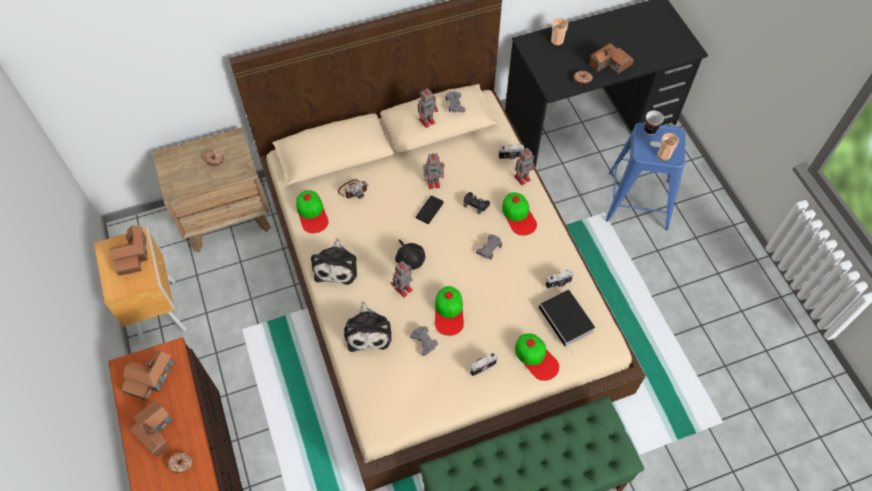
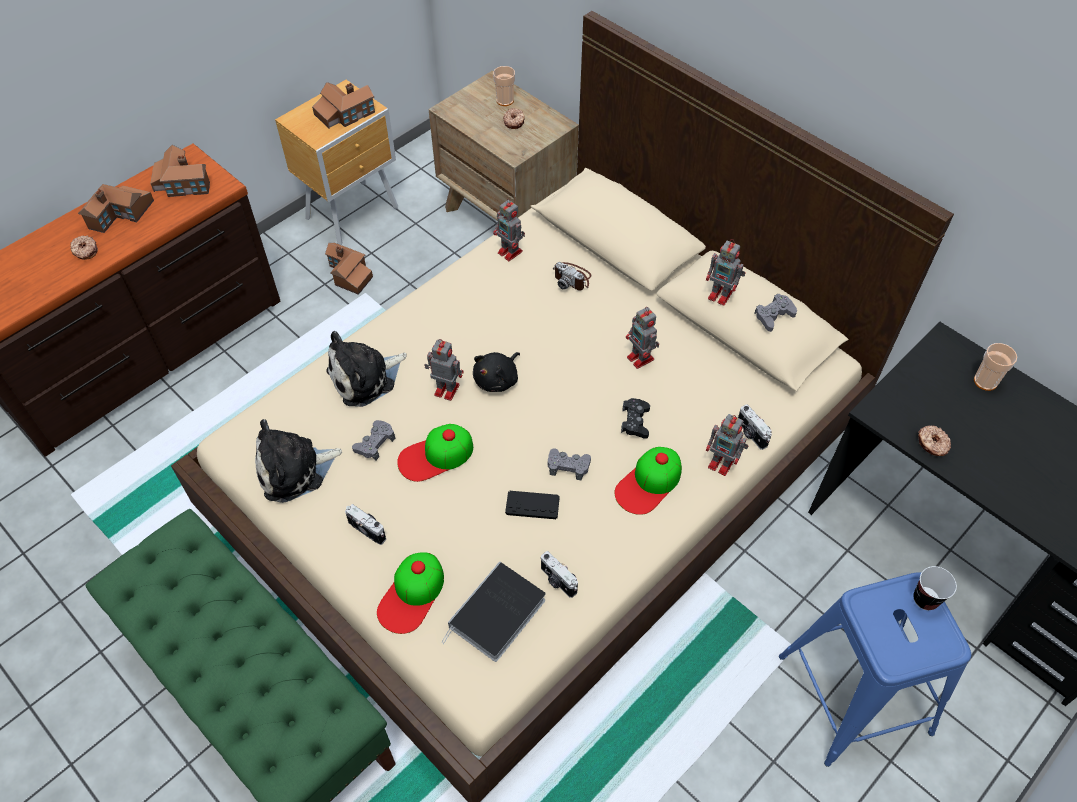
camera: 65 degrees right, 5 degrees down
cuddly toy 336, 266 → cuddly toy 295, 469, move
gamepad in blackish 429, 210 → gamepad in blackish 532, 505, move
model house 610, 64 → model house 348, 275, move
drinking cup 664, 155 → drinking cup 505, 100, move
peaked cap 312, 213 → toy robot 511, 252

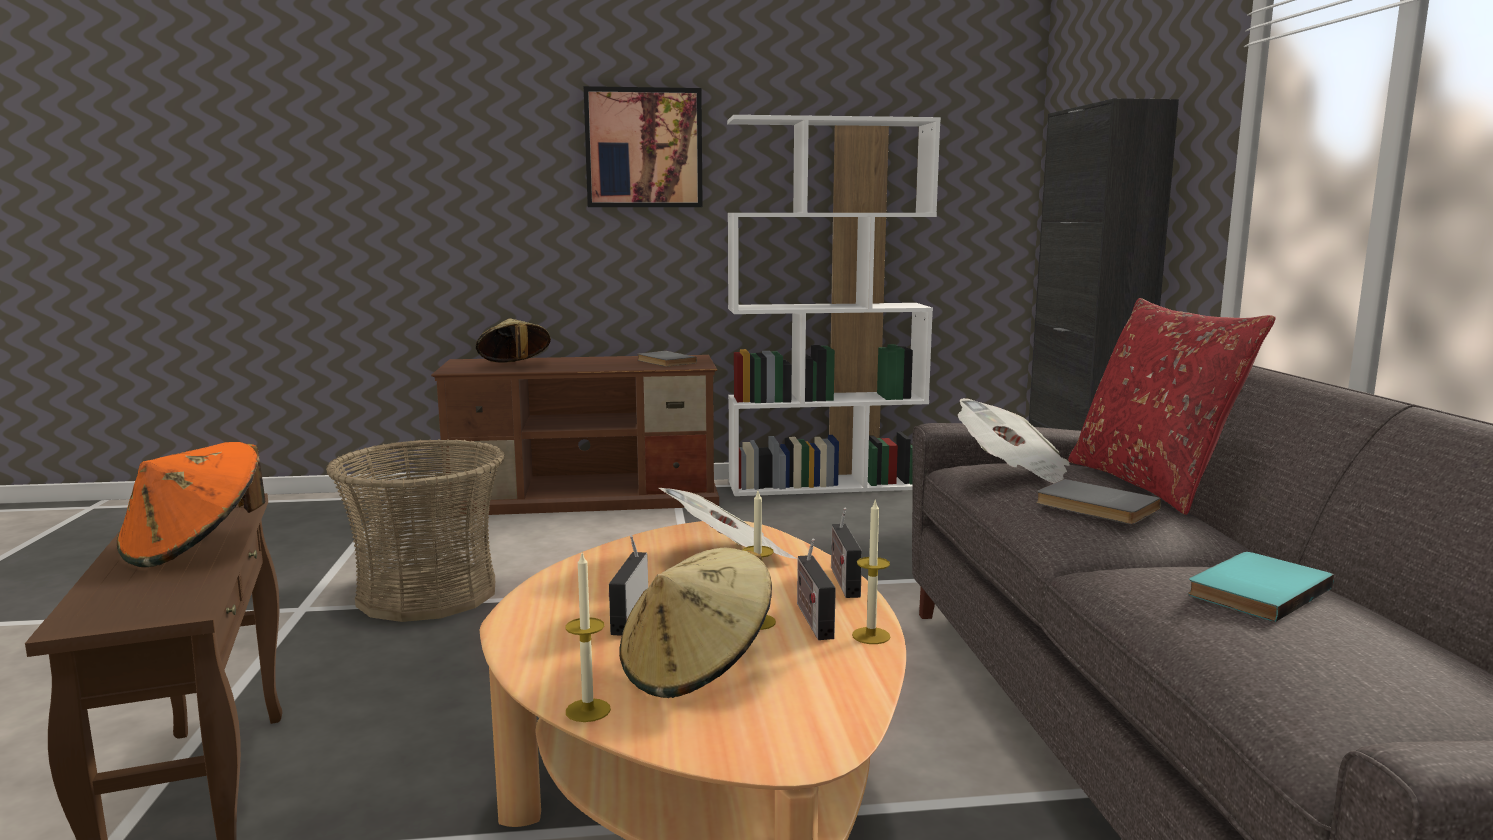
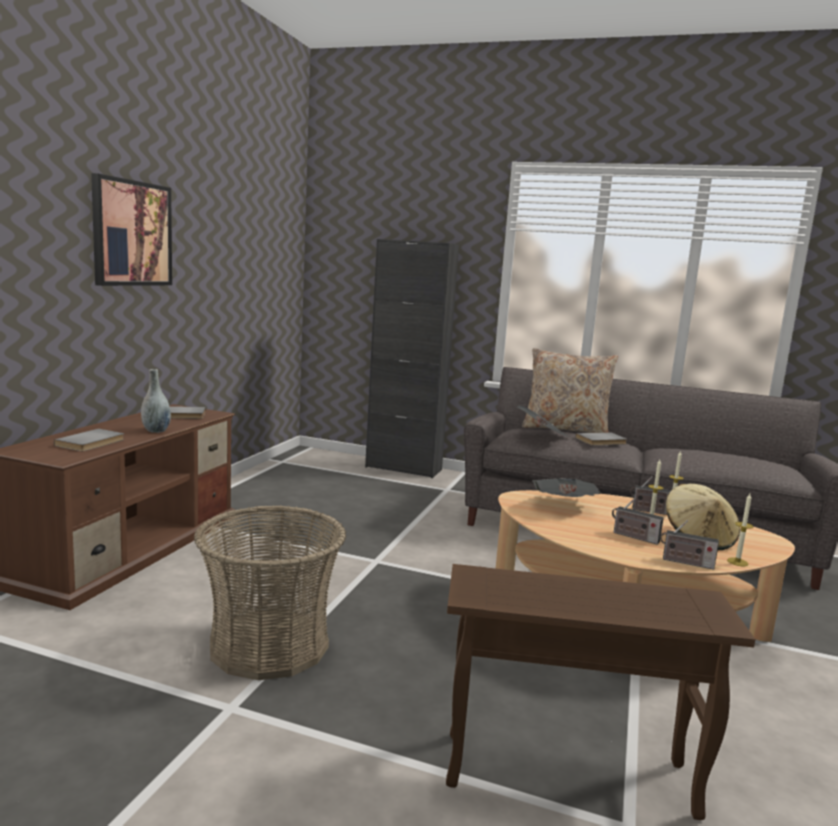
camera: 65 degrees left, 0 degrees up
wearable hat in orangey 195, 547 → -
bookshelf in white-coloured 826, 485 → -
bound book in blue-green 1254, 590 → -
- → decorative vase in gray 156, 431
radio 843, 580 → radio 685, 562, move
wearable hat in beige 514, 366 → bound book in gray 92, 443
cushion in red 1152, 484 → cushion in beige 565, 429

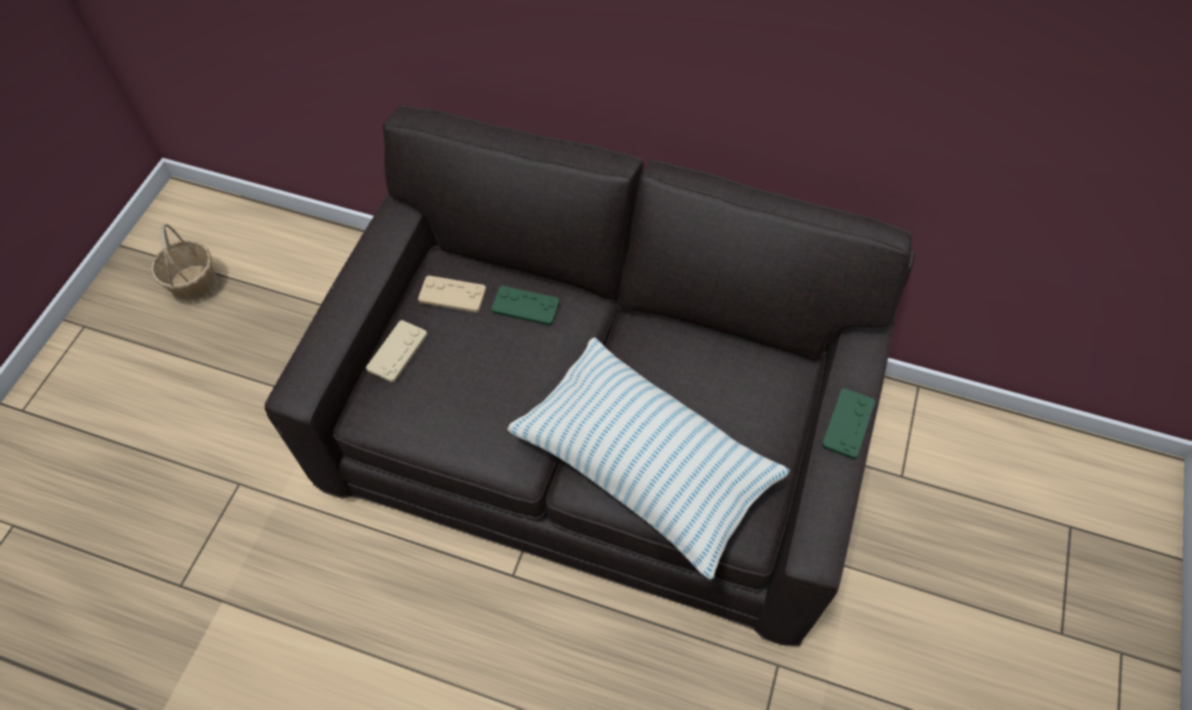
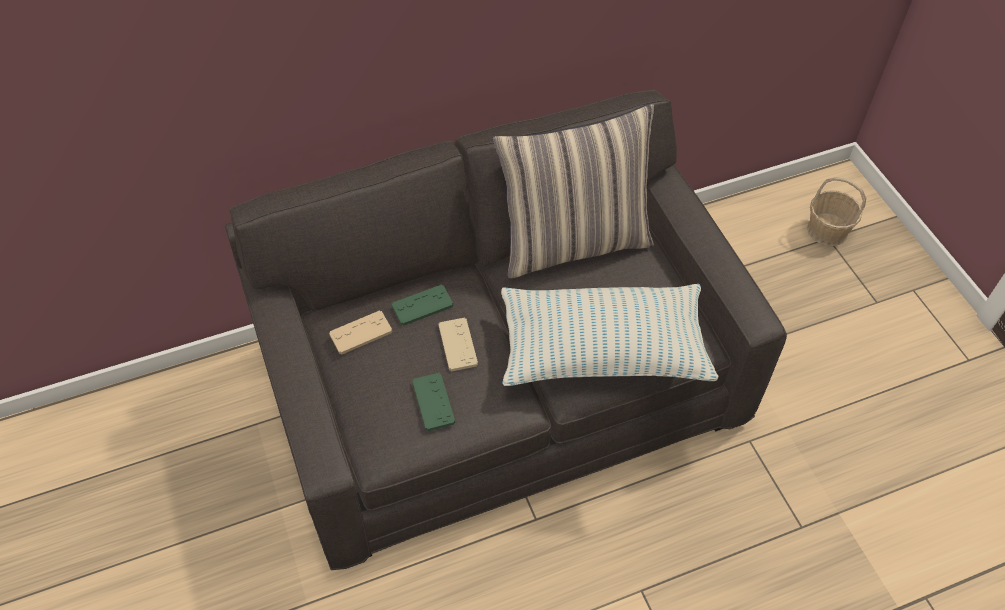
camera: 40 degrees left, 5 degrees down
- → cushion 574, 242
storage basket 195, 285 → storage basket 827, 230, move
gamepad in beige 397, 352 → gamepad in beige 458, 345, move
gamepad in greenish 848, 424 → gamepad in greenish 433, 402, move

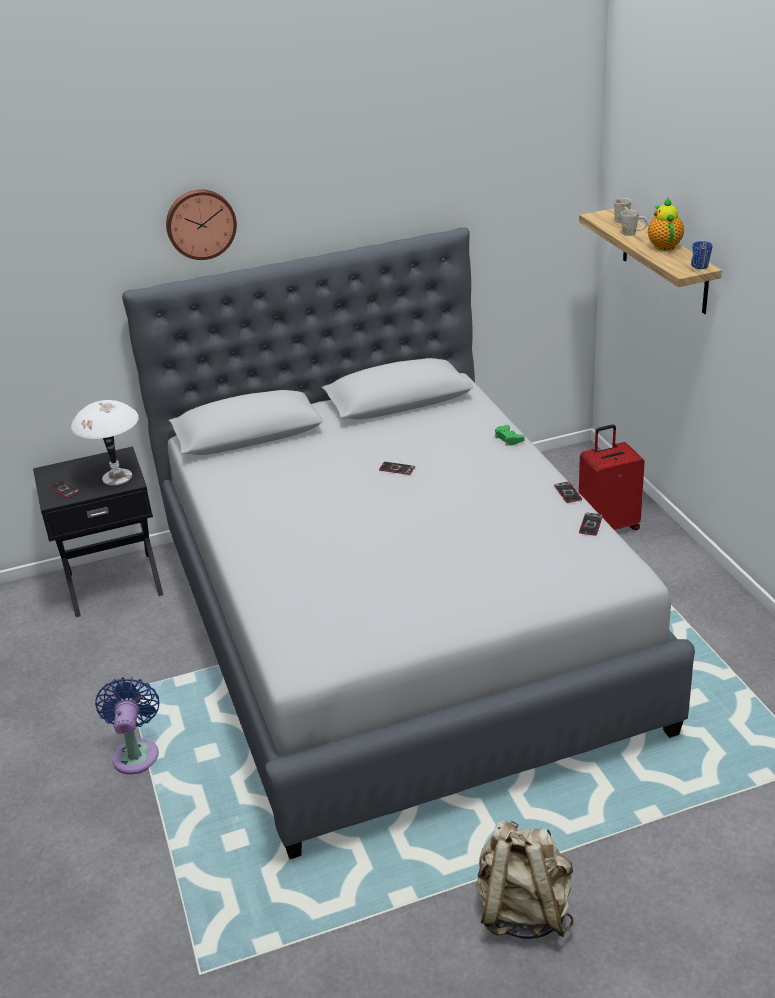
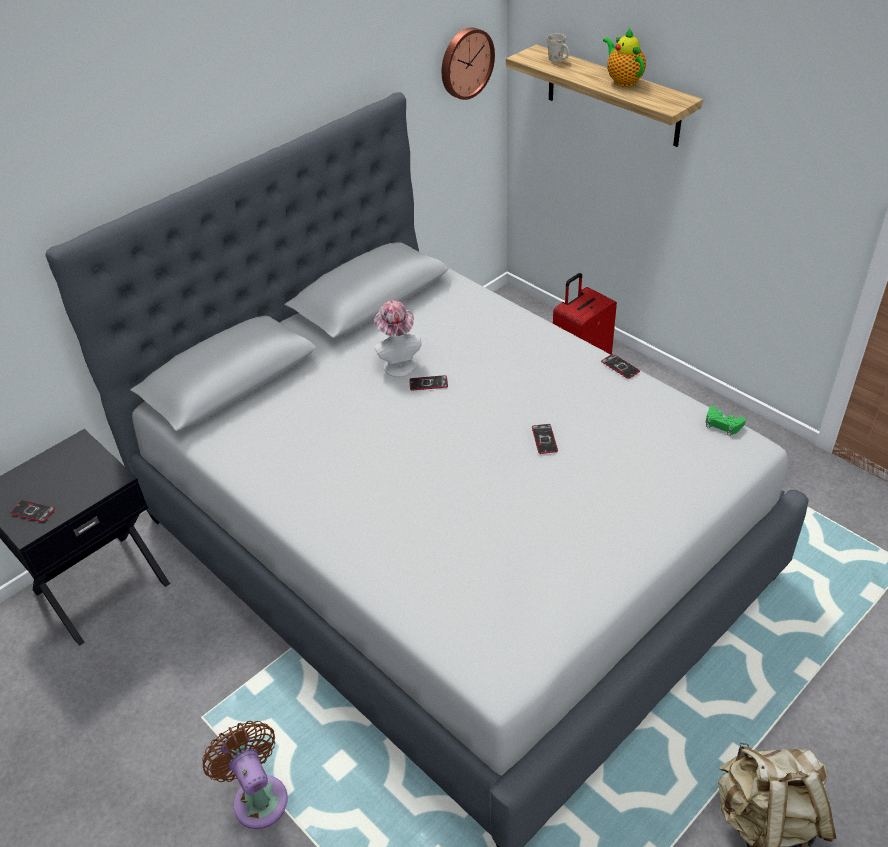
camera: 25 degrees left, 10 degrees up
table lamp in white-coloured 117, 477 → -
mug in white-coloured 633, 233 → -
mug in blue-coloured 698, 268 → -
- → wearable hat 398, 363
wall clock 200, 223 → wall clock 465, 63, move
gamepad in greenish 508, 438 → gamepad in greenish 722, 424, move
phone 590, 524 → phone 544, 439, move
electric fan in blue-coloured 136, 753 → electric fan in brownish 258, 796

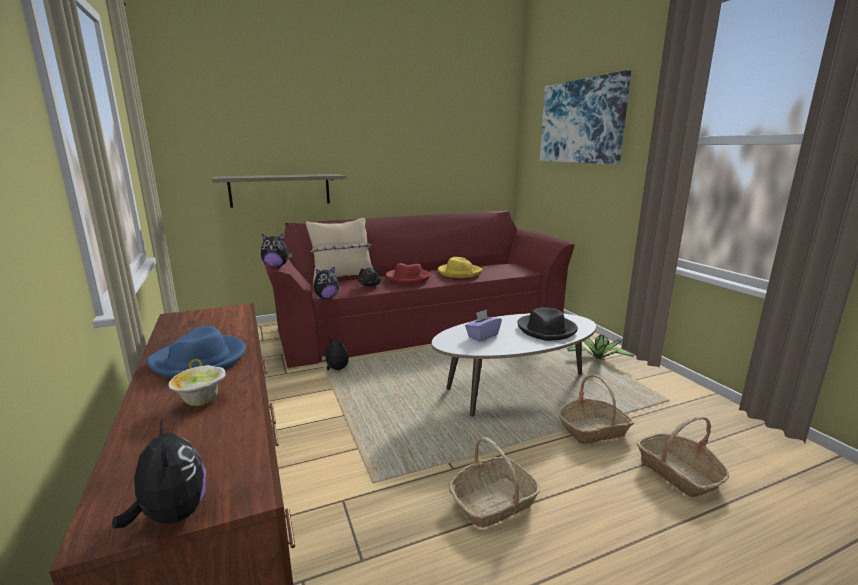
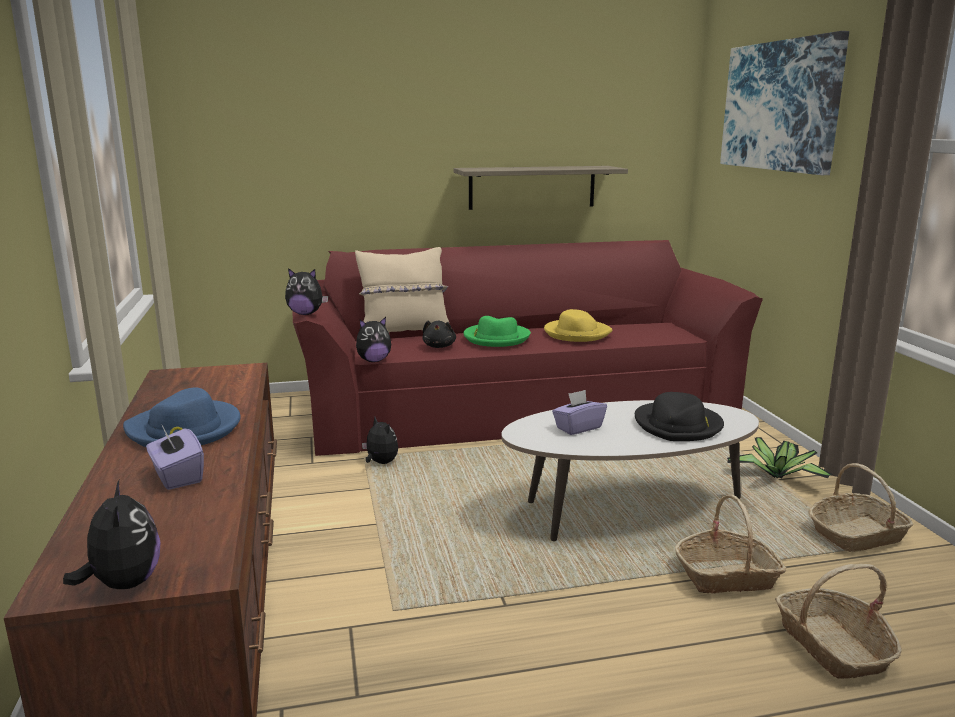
camera: 10 degrees right, 0 degrees up
bracket shelf 280, 190 → bracket shelf 532, 187, move
storage basket 493, 502 → storage basket 857, 535, move
deep dish 202, 402 → tissue holder in purplish 177, 476
wearable hat in red 407, 278 → wearable hat in greenish 496, 338

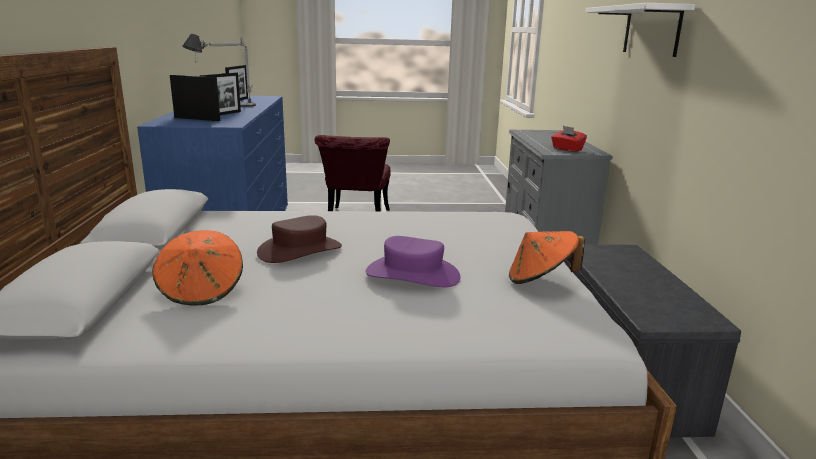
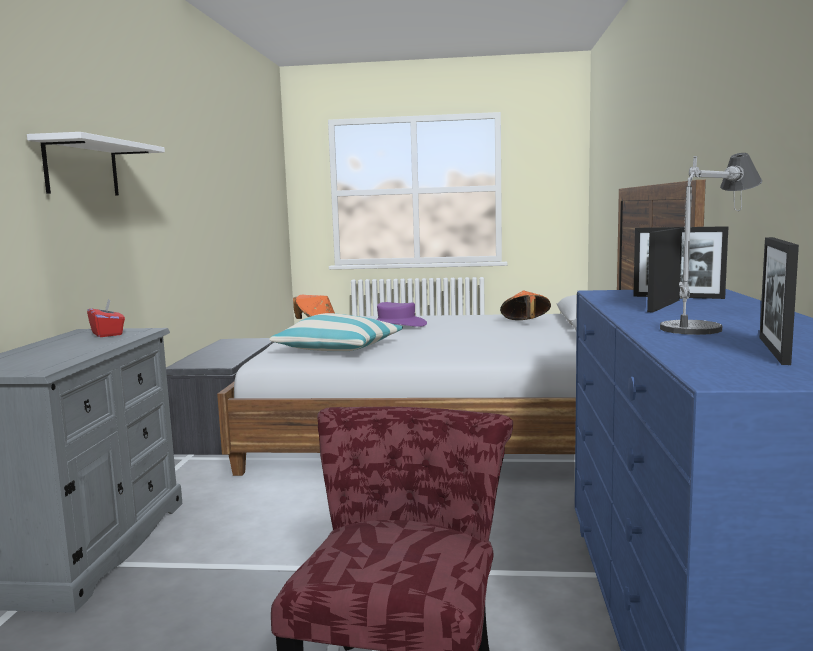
camera: 170 degrees left, 10 degrees down
wearable hat in brownish 300, 250 → -
- → cushion 339, 349

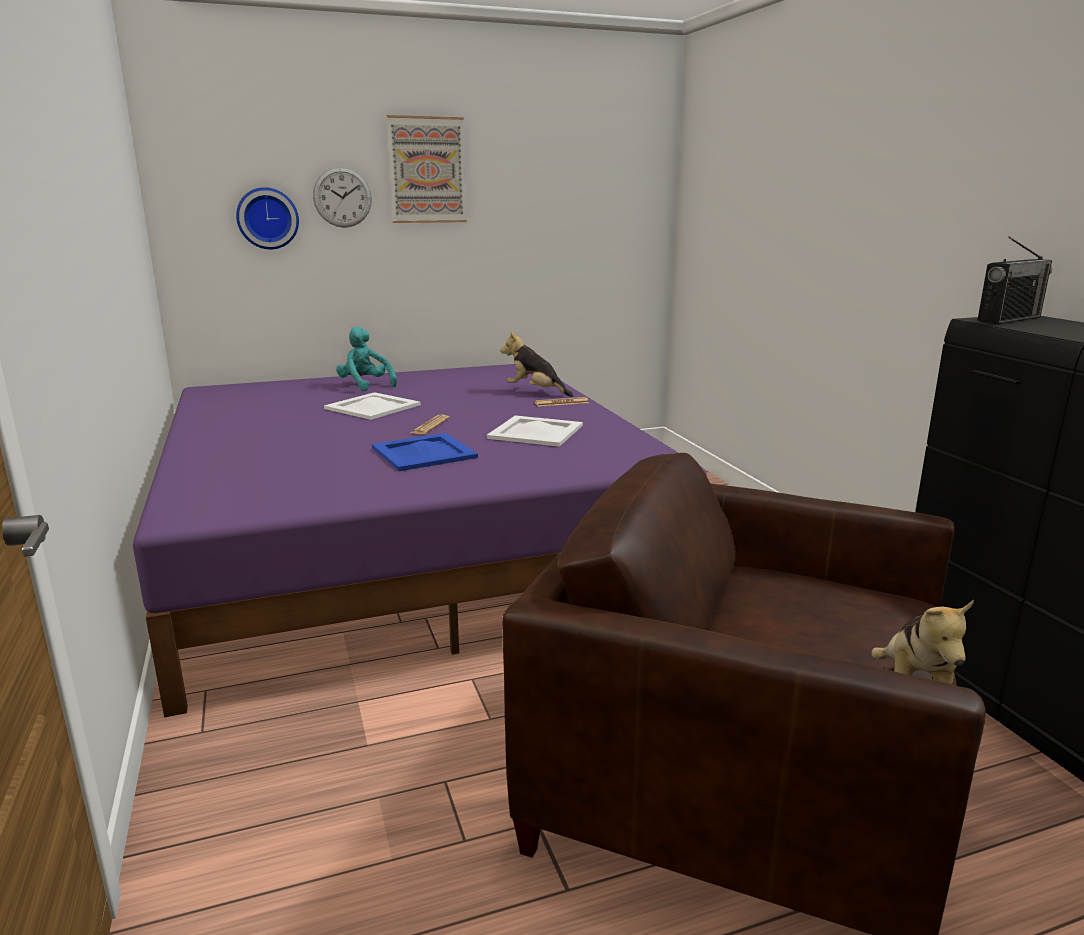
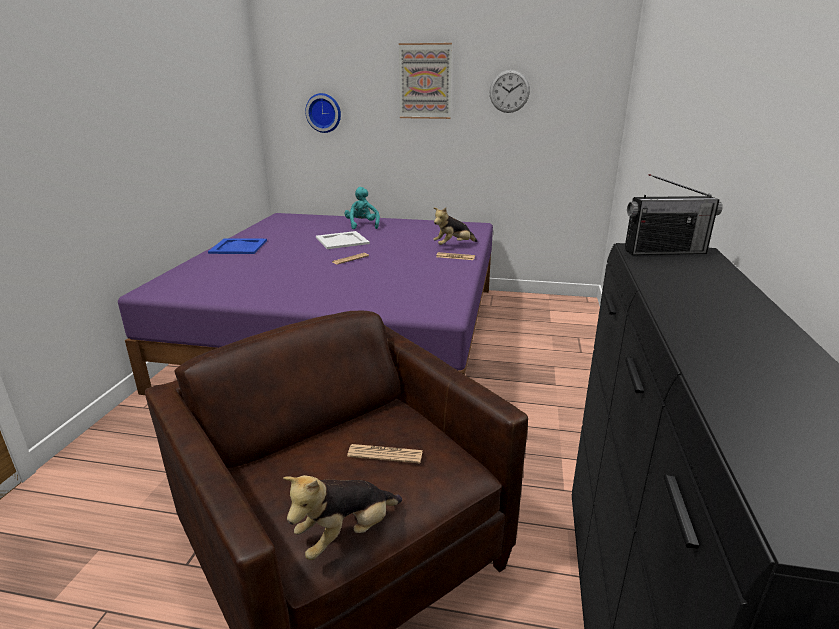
camera: 30 degrees right, 5 degrees up
carrying tray in white-coloured 536, 431 → -
- → daily paper 385, 454
wall clock 342, 197 → wall clock 509, 91, move
carrying tray in blue-coloured 425, 453 → carrying tray in blue-coloured 239, 247, move
cuddly toy 535, 392 → cuddly toy 453, 246, 90 degrees counterclockwise

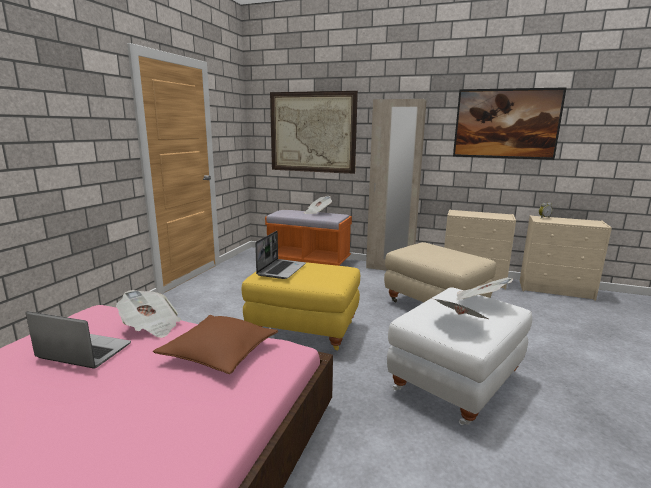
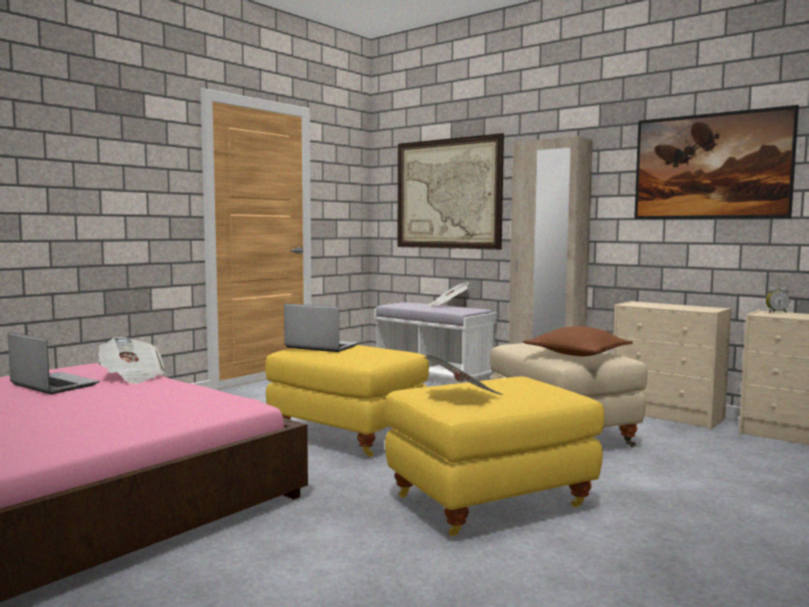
camera: 20 degrees right, 10 degrees down
daily paper 479, 301 → -
cushion in brownish 219, 353 → cushion in brownish 577, 354, move
indoor bench in orangey 308, 260 → indoor bench in white-coloured 433, 375
ottoman in white-coloured 456, 385 → ottoman in yellow-coloured 490, 505
portable computer 281, 269 → portable computer 320, 347, 105 degrees counterclockwise

